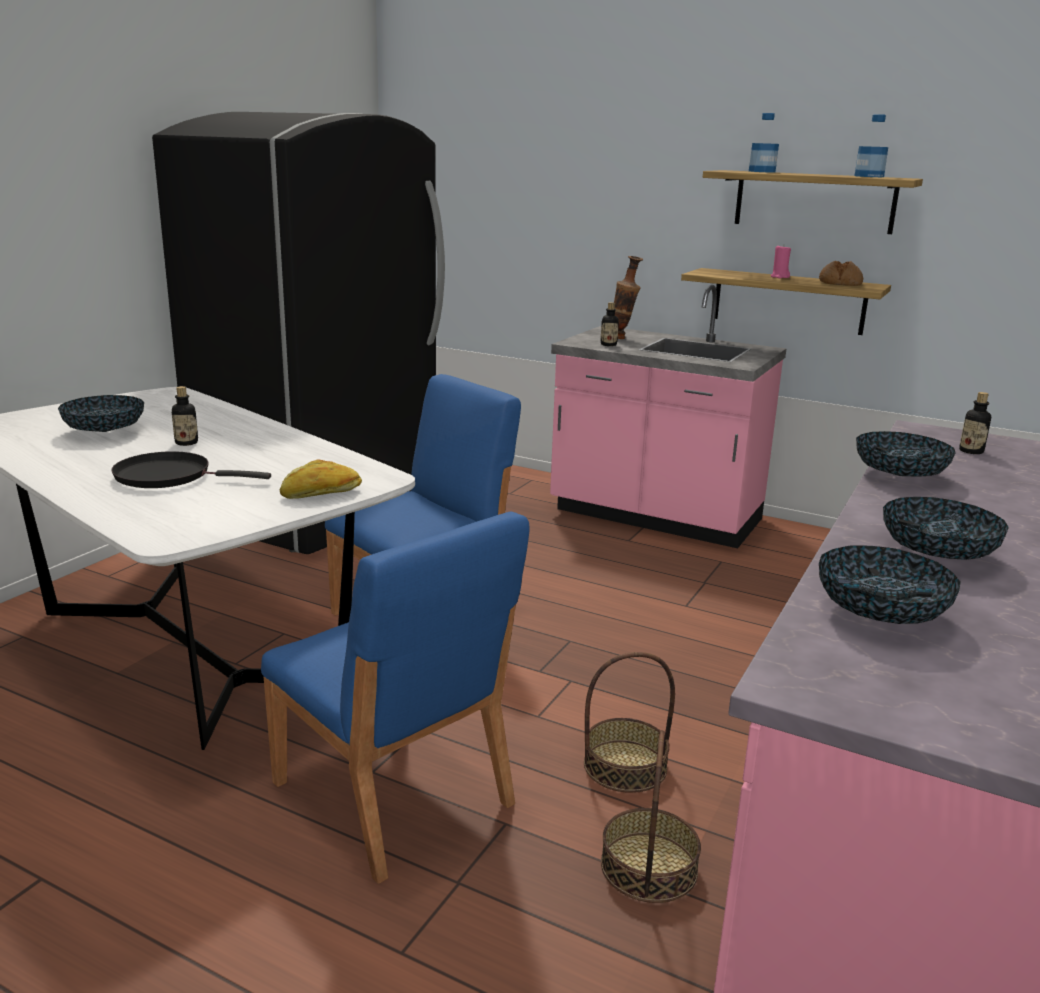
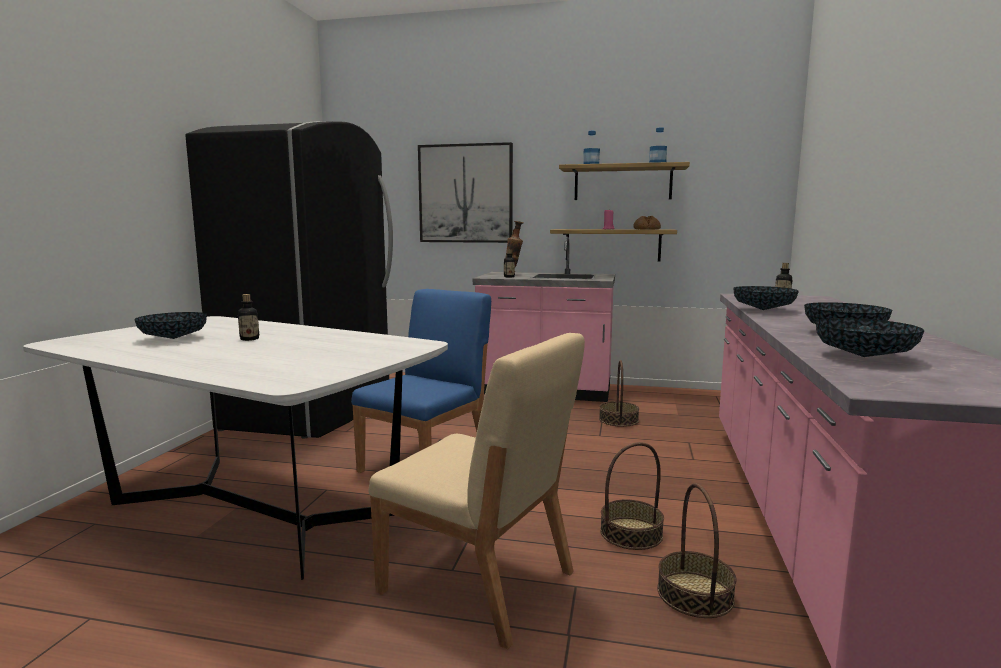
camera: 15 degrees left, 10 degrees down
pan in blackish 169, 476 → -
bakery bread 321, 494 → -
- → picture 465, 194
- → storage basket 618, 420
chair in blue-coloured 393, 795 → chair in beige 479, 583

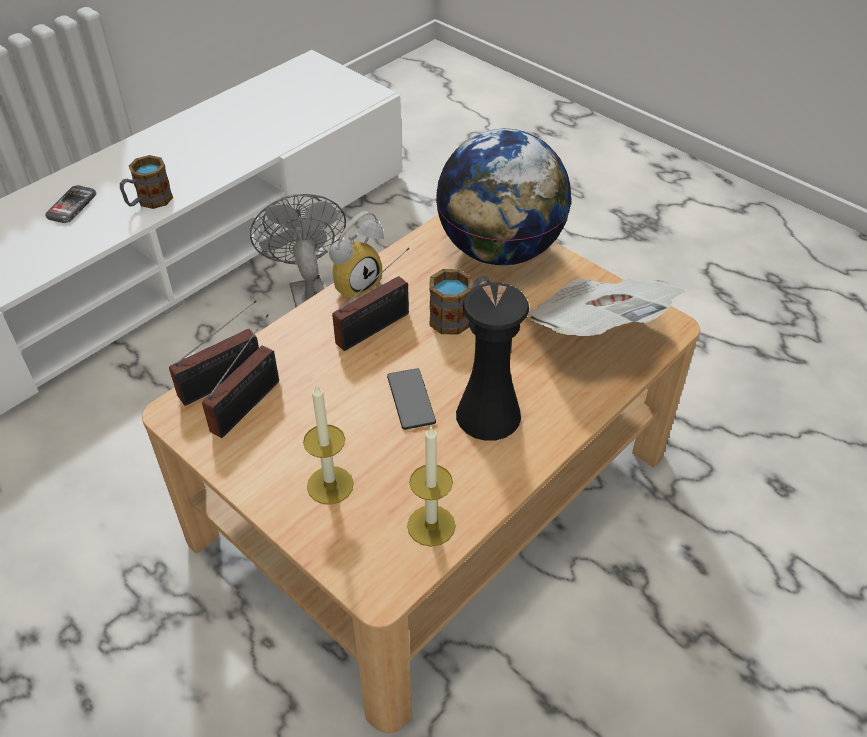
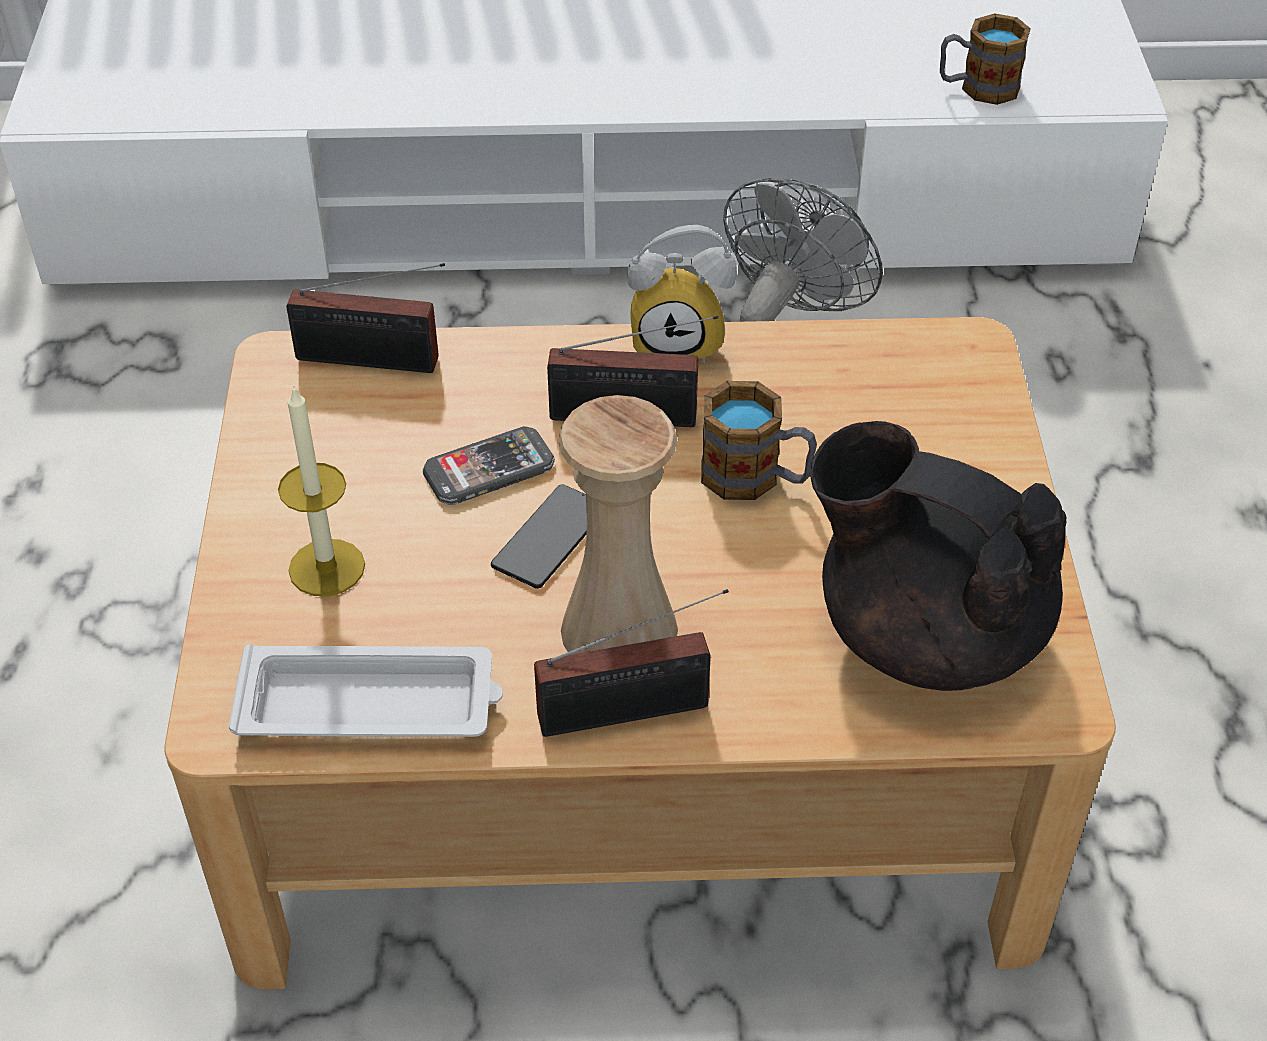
camera: 45 degrees right, 0 degrees up
world globe 499, 250 → -
phone 72, 206 → phone 489, 469, move
mug 149, 201 → mug 977, 88, move
radio 250, 403 → radio 633, 711, move
wax light 431, 525 → carrying tray in white-coloured 371, 705
daily paper 595, 331 → pot for tea in blackish 926, 631
decorative vase in blackish 488, 415 → decorative vase in beige 619, 630

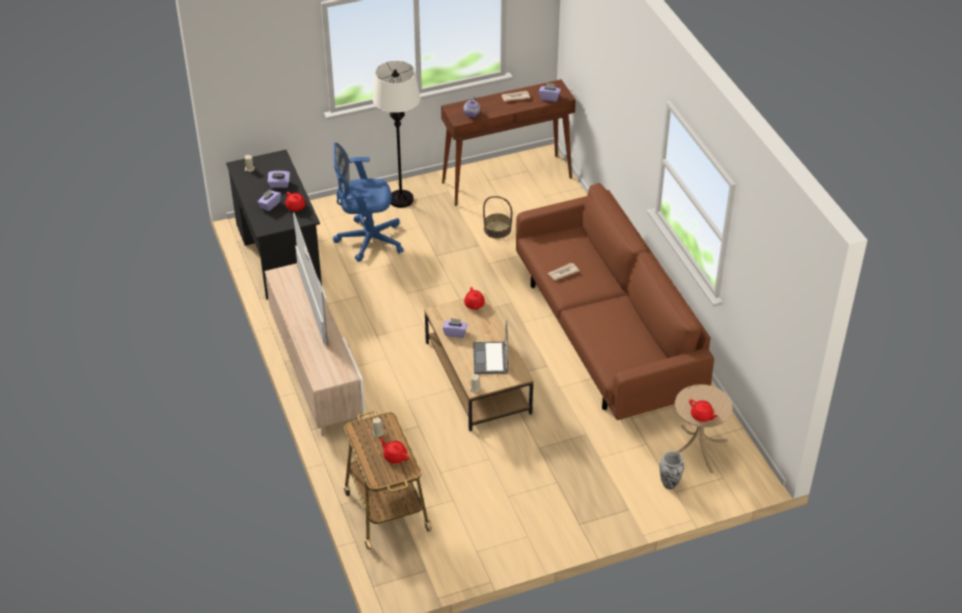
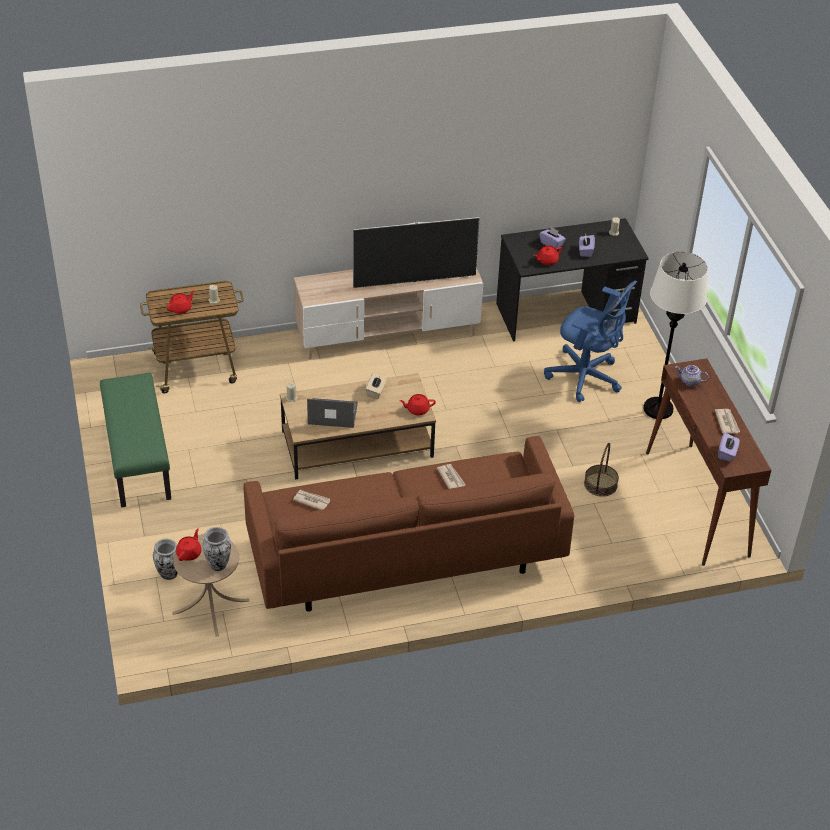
camera: 95 degrees right, 0 degrees up
- → indoor bench in greenish 137, 458
- → decorative vase 218, 564
- → daily paper 311, 500
tissue holder in purplish 455, 333 → tissue holder in beige 376, 392
office chair in blue-coloured 366, 240 → office chair in blue-coloured 586, 378, 120 degrees clockwise
pot for tea in red 702, 416 → pot for tea in red 189, 553, 150 degrees clockwise

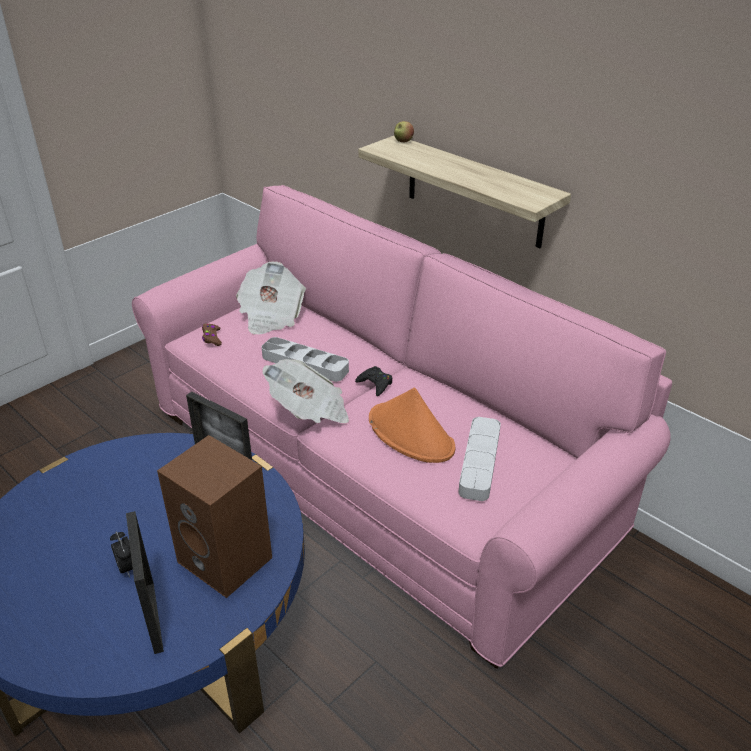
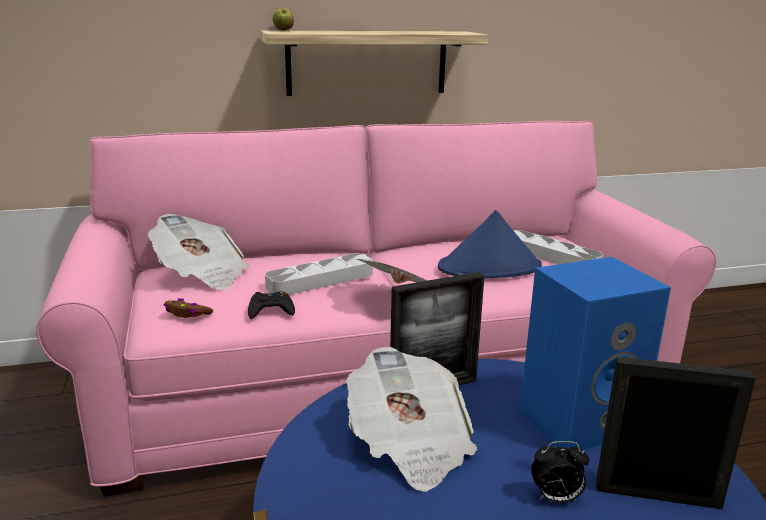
camera: 60 degrees left, 15 degrees down
- → daily paper 410, 445
gamepad in blackish 375, 384 → gamepad in blackish 271, 310, move
audio speaker in brownish 228, 560 → audio speaker in blue-coloured 580, 421
wearable hat in orangey 411, 434 → wearable hat in blue-coloured 490, 268

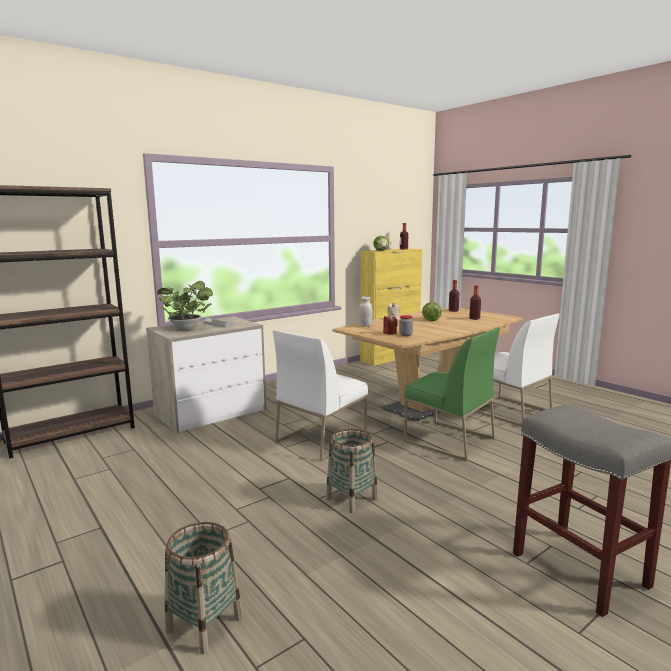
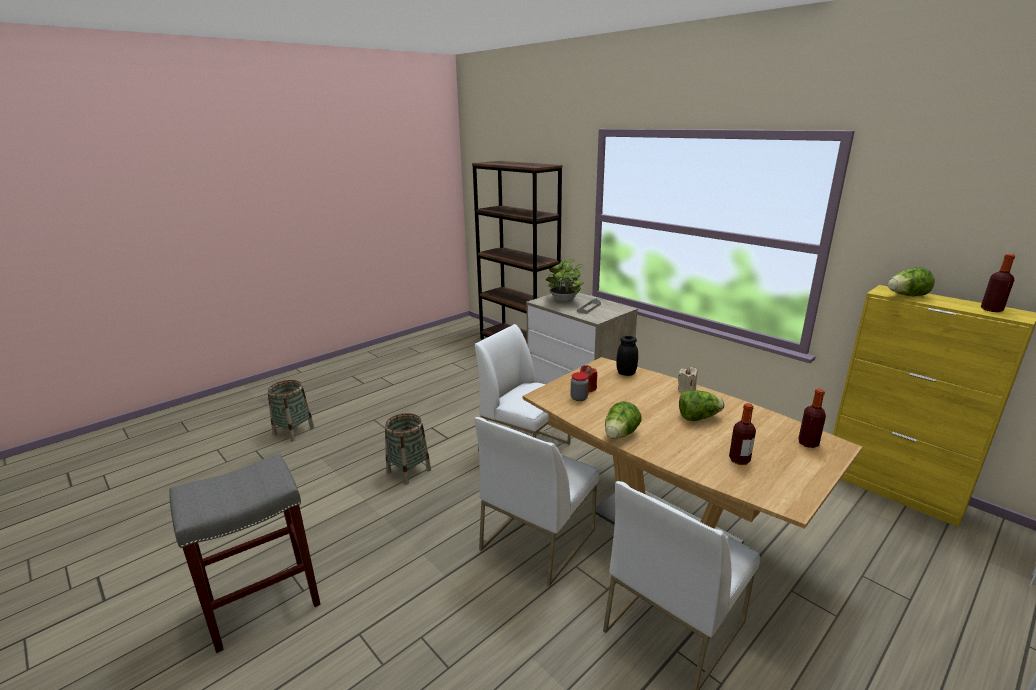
camera: 85 degrees right, 10 degrees up
- → lettuce 620, 435
jar in white-coloured 365, 326 → jar in blackish 626, 373
chair in greenish 448, 440 → chair in white-coloured 537, 538

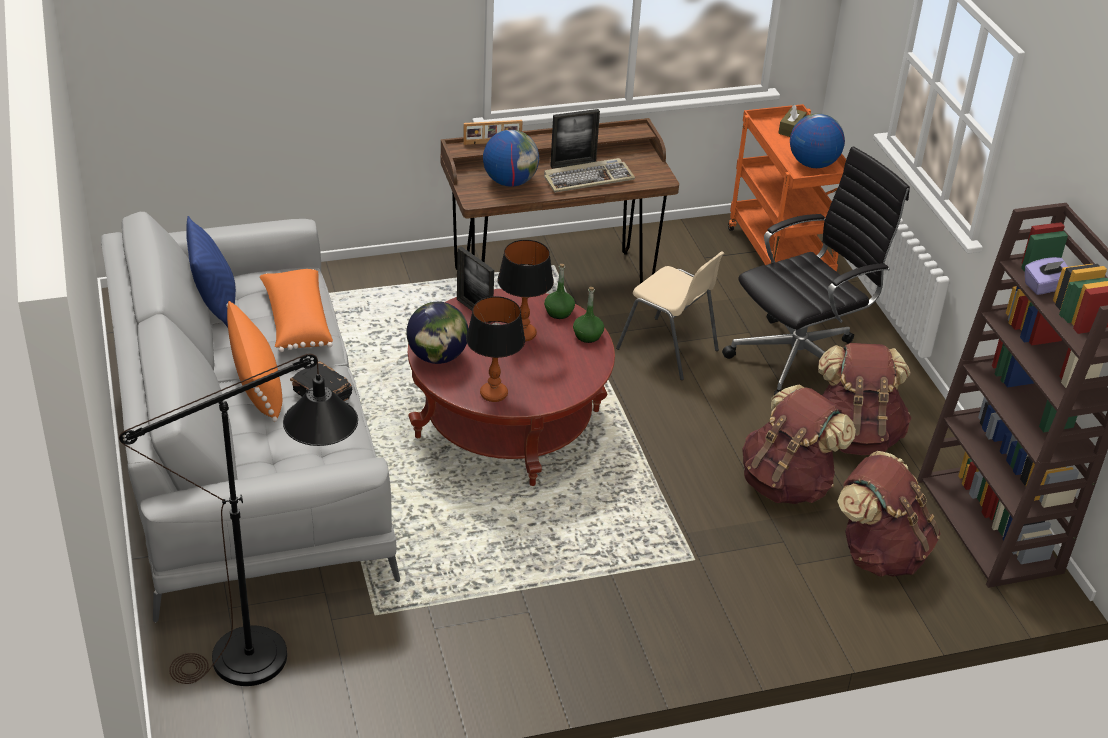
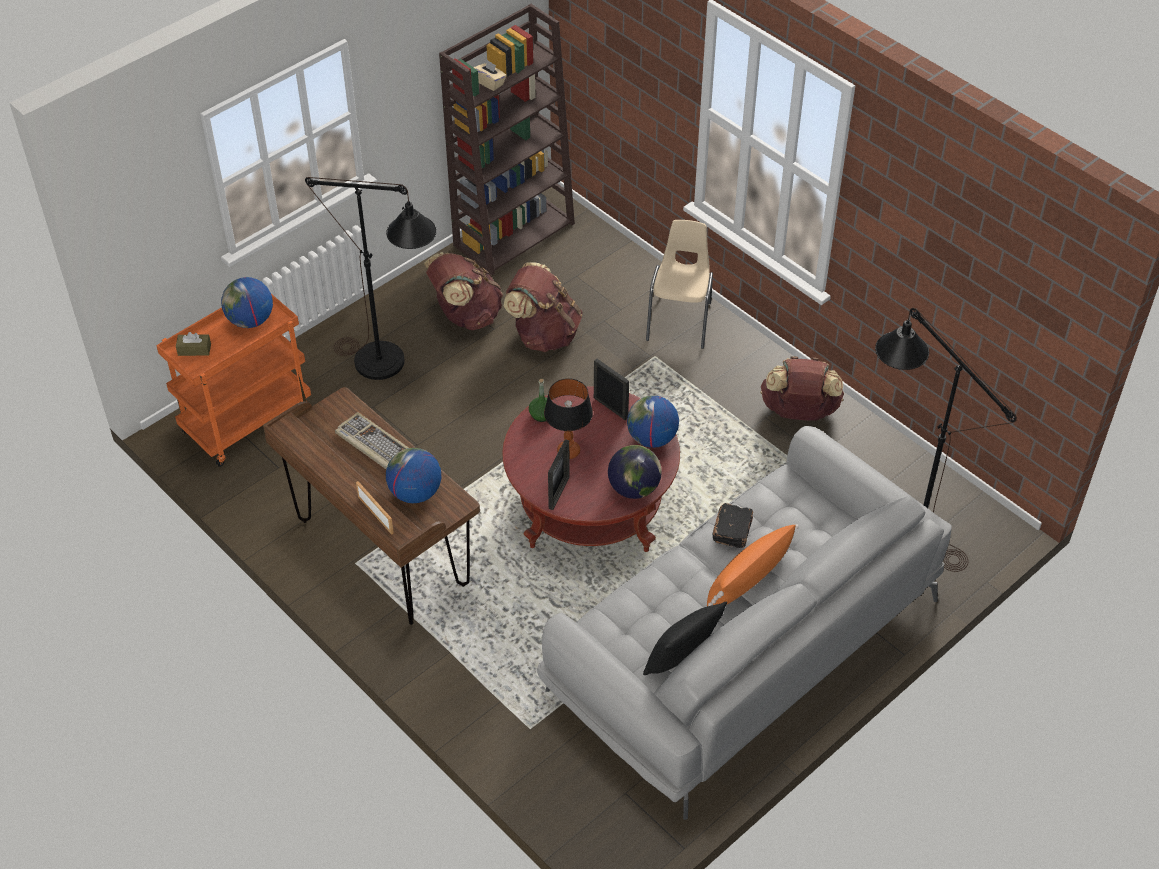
camera: 115 degrees left, 10 degrees up
cushion in orangey 296, 322 → -
bottle in greenish 559, 312 → -
picture frame 573, 164 → picture frame 610, 408, move
chair in beige 668, 350 → chair in beige 680, 321, move
knapsack in brownish 879, 553 → knapsack in brownish 799, 412, move
table lamp 493, 394 → world globe 652, 438
office chair in blackish 800, 360 → floor lamp in blackish 391, 367
cushion in blue-coloured 215, 306 → cushion in blackish 681, 659
tissue holder in purplish 1045, 287 → tissue holder in beige 490, 83

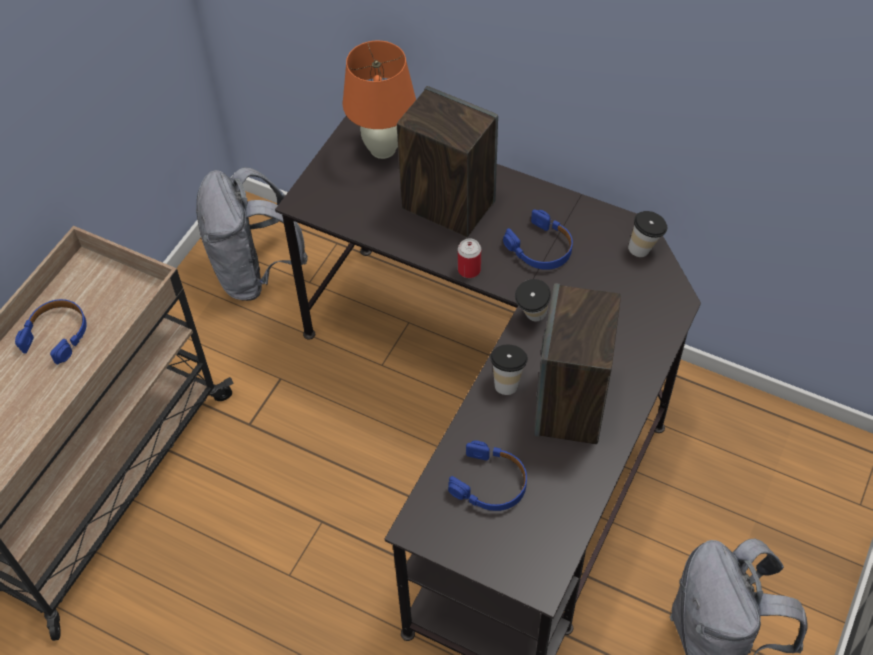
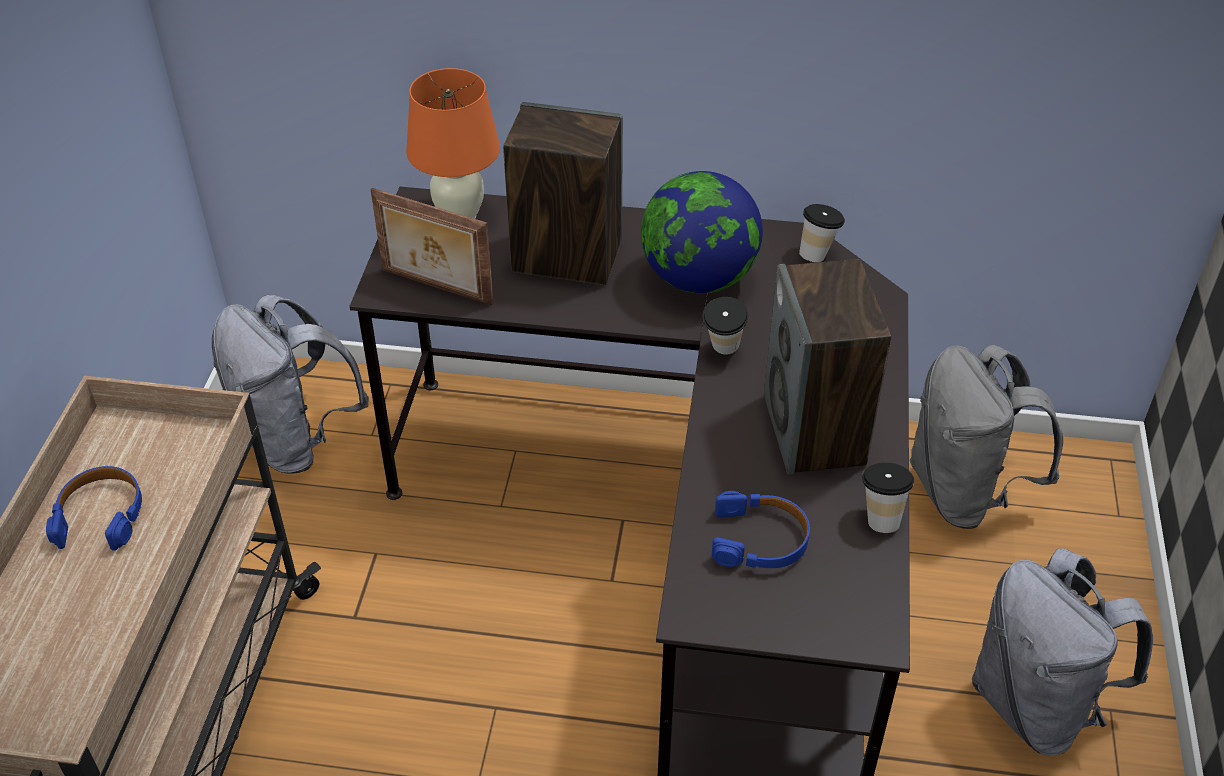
camera: 20 degrees left, 10 degrees down
sealed can 469, 270 → -
- → picture frame 436, 288
- → knapsack in gray 964, 493
drinking cup 507, 381 → drinking cup 880, 517, move
headset in blue-coloured 541, 248 → world globe 698, 278

